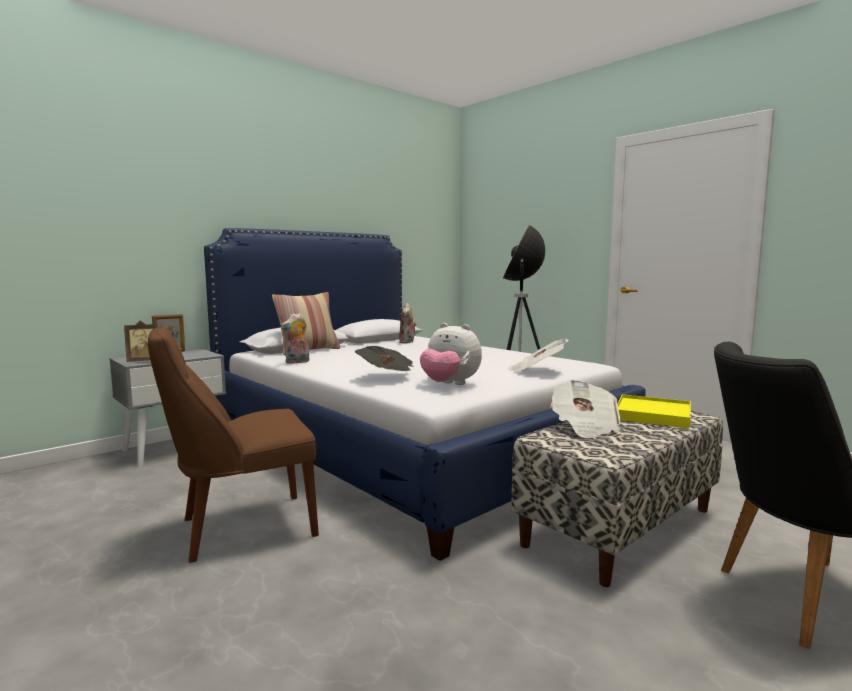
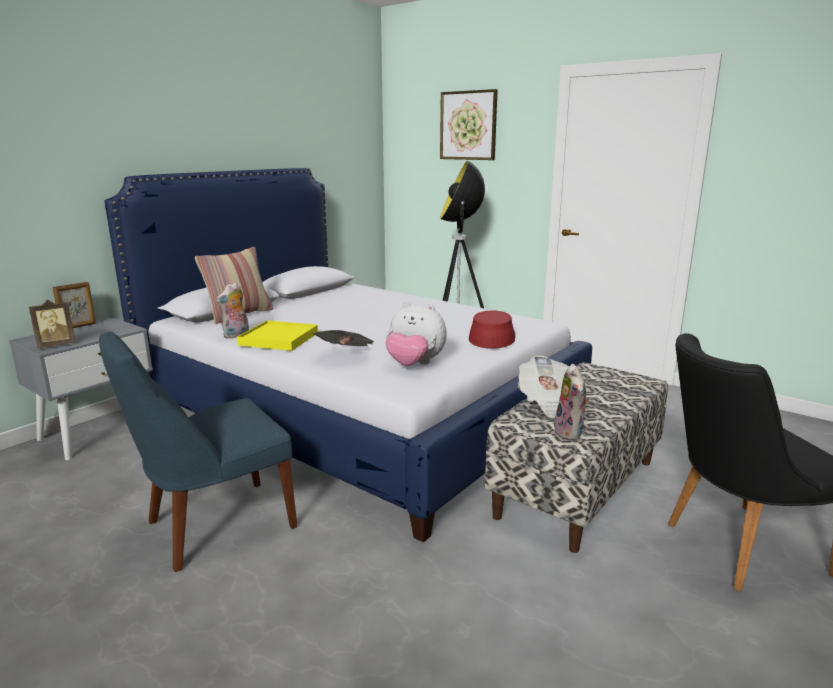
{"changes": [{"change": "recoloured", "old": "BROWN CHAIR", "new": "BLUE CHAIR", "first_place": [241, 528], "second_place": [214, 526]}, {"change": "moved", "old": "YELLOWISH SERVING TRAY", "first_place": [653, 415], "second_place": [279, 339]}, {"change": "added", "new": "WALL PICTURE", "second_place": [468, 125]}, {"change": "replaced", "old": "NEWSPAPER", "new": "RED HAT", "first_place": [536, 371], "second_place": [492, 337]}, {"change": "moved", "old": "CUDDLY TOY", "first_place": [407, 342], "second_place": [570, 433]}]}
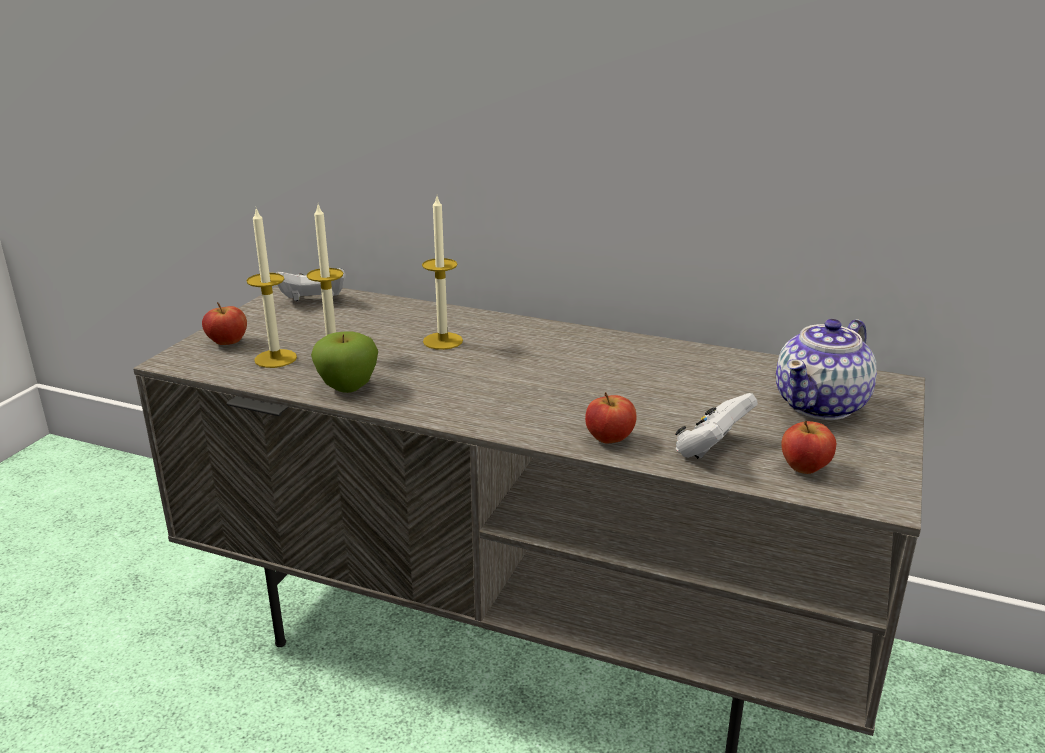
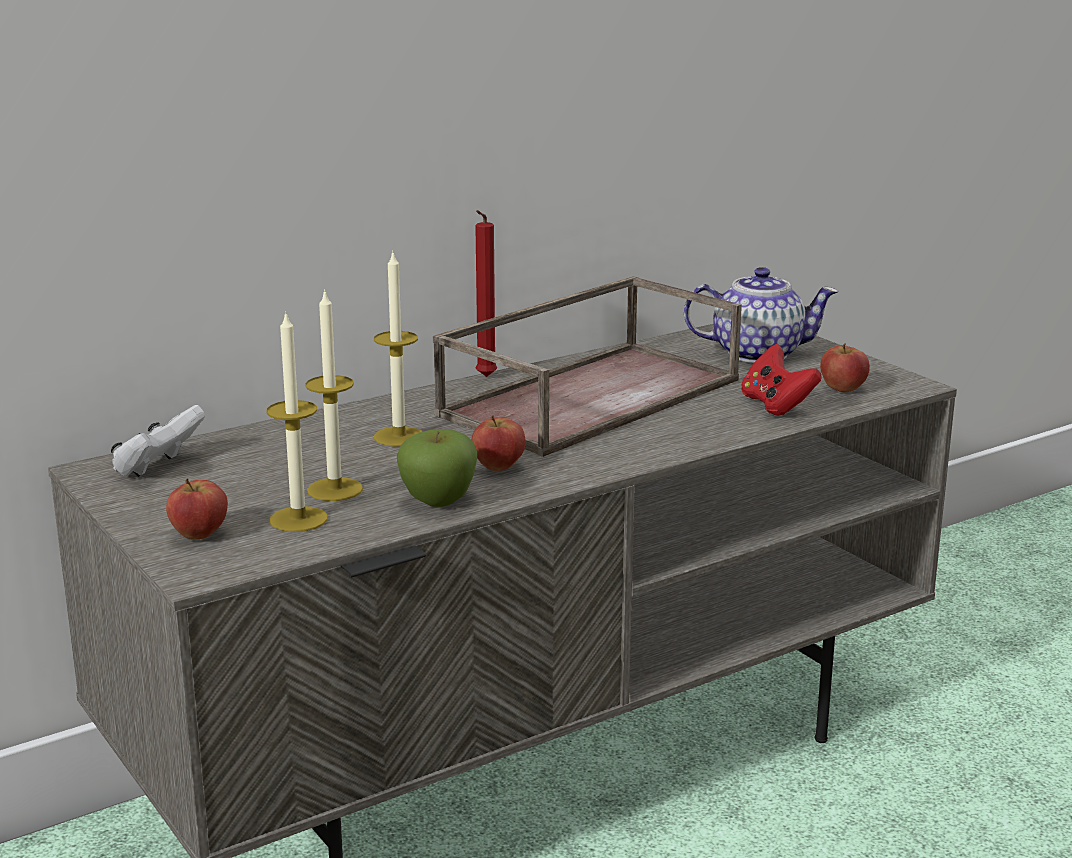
{"changes": [{"change": "added", "new": "BROWN SERVING TRAY", "second_place": [590, 395]}, {"change": "moved", "old": "APPLE FRUIT", "first_place": [609, 439], "second_place": [499, 467]}, {"change": "added", "new": "RED WAX CANDLE", "second_place": [484, 378]}, {"change": "turned", "old": "TEA POT", "first_place": [822, 405], "second_place": [756, 353], "degrees": -75}, {"change": "recoloured", "old": "WHITE-COLOURED GAMEPAD", "new": "RED GAMEPAD", "first_place": [711, 449], "second_place": [776, 405]}]}
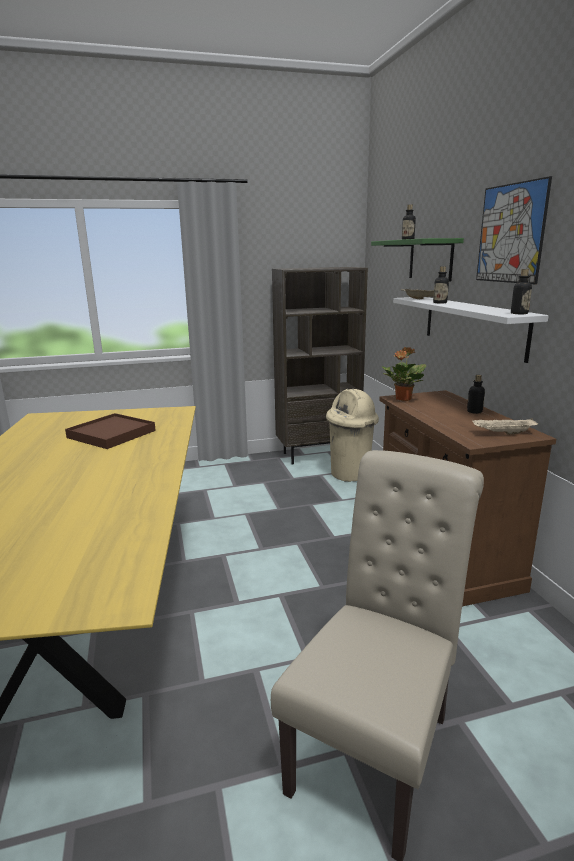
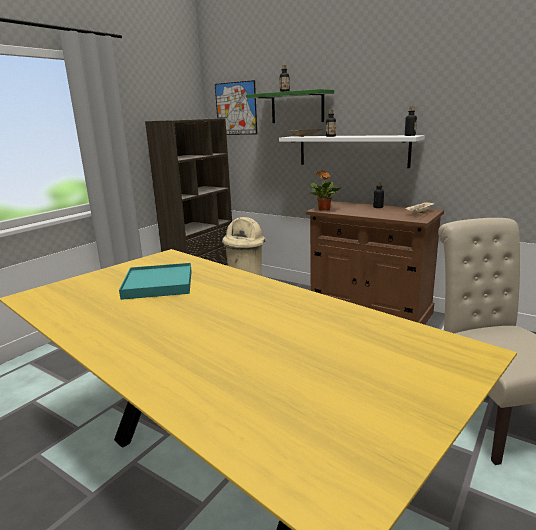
{"changes": [{"change": "recoloured", "old": "BROWN SERVING TRAY", "new": "TURQUOISE SERVING TRAY", "first_place": [111, 434], "second_place": [158, 284]}, {"change": "moved", "old": "WALL PICTURE", "first_place": [510, 233], "second_place": [236, 108]}]}
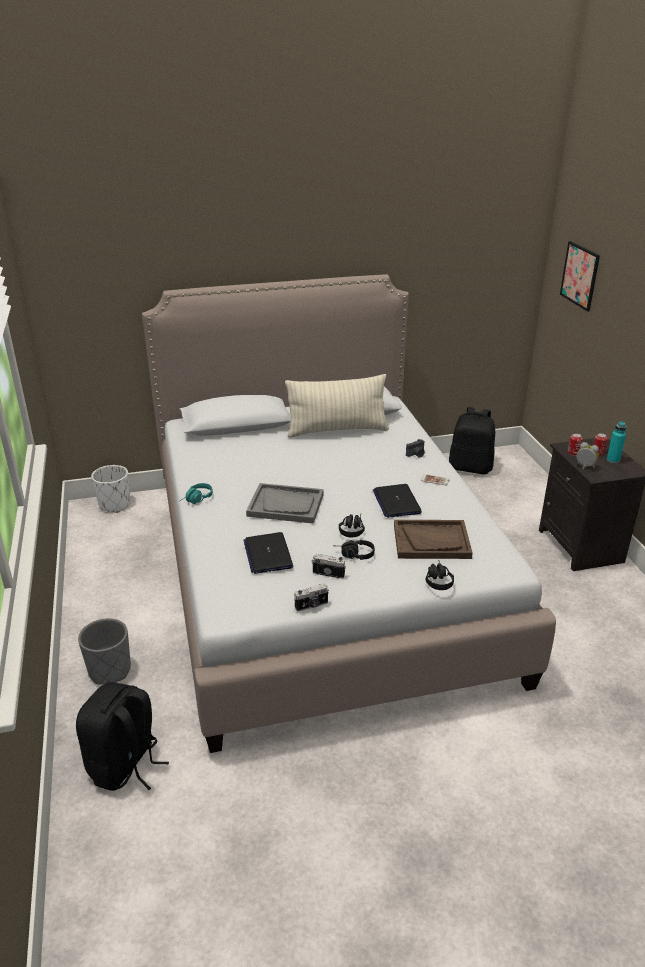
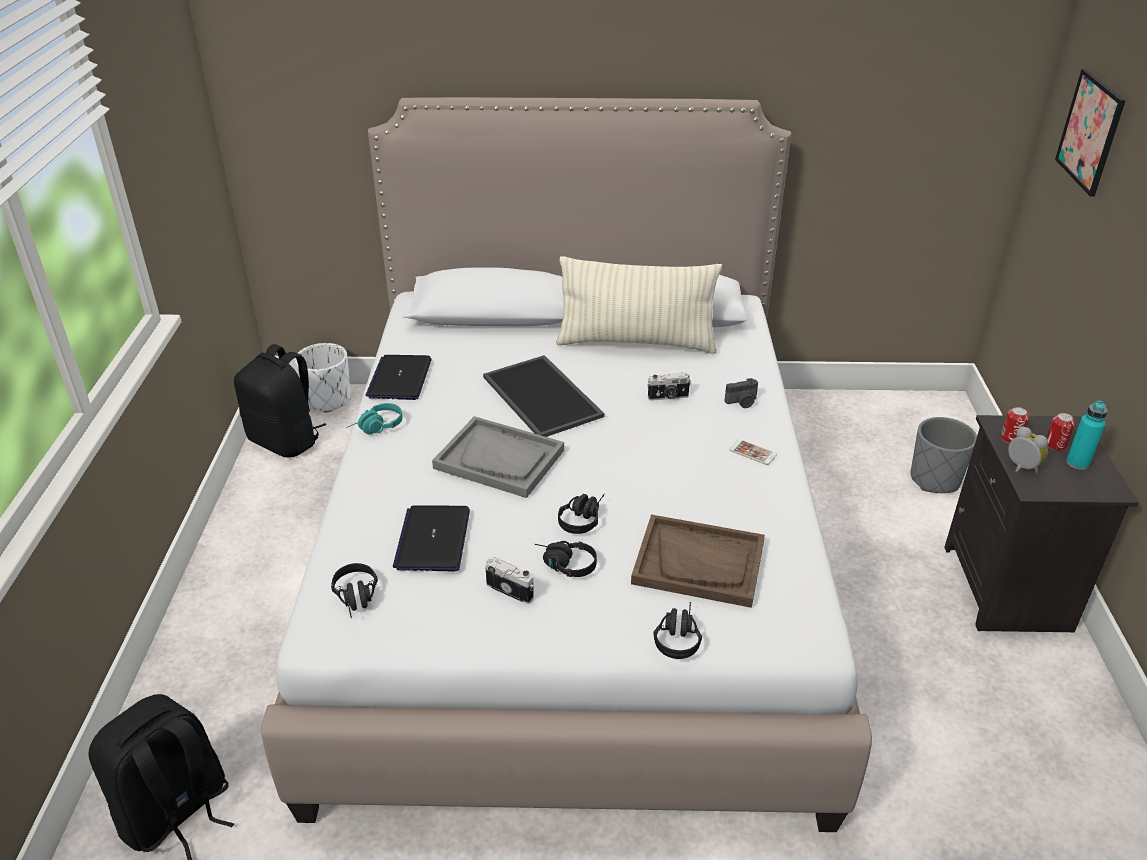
{"changes": [{"change": "moved", "old": "BLACK-COLOURED KNAPSACK", "first_place": [470, 467], "second_place": [286, 441]}, {"change": "added", "new": "BLACK-COLOURED HEADPHONES", "second_place": [357, 599]}, {"change": "moved", "old": "LAPTOP", "first_place": [396, 502], "second_place": [399, 378]}, {"change": "added", "new": "SERVING TRAY", "second_place": [544, 396]}, {"change": "moved", "old": "STILL CAMERA", "first_place": [312, 606], "second_place": [668, 397]}, {"change": "moved", "old": "GRAY PLANT POT", "first_place": [109, 670], "second_place": [934, 479]}]}
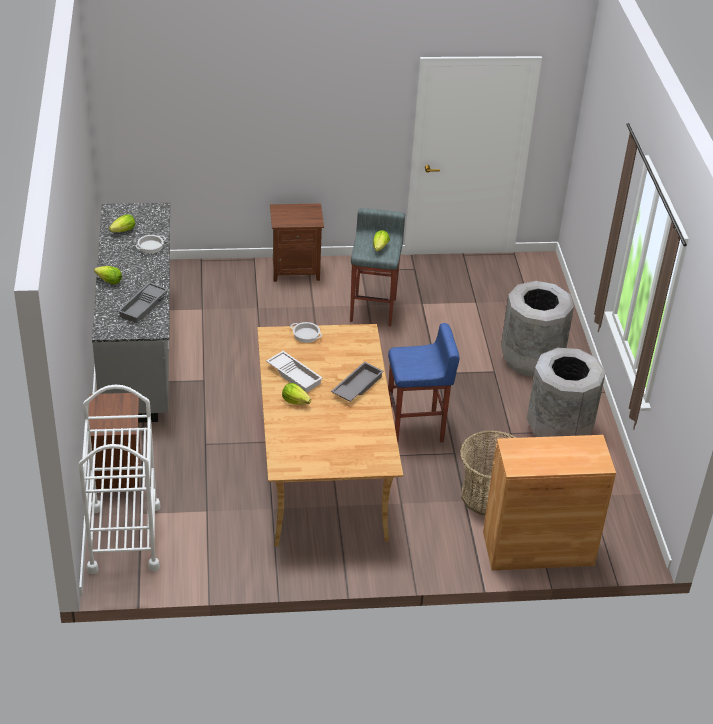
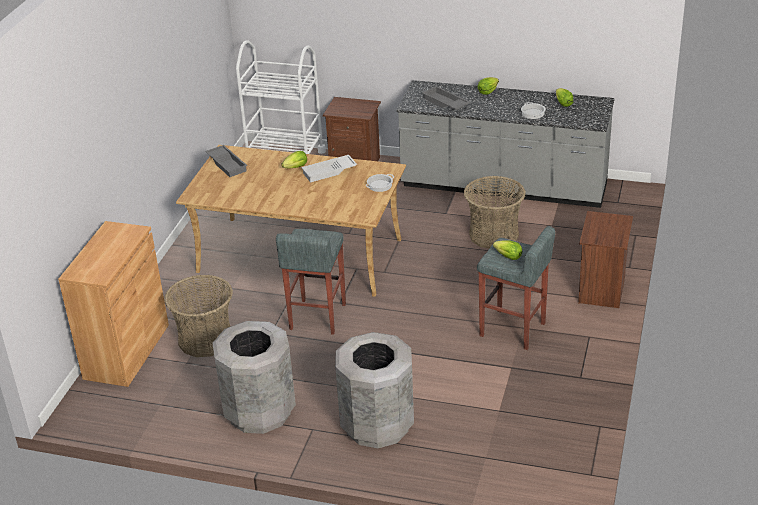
{"changes": [{"change": "moved", "old": "GRAY SERVING TRAY", "first_place": [356, 386], "second_place": [227, 164]}, {"change": "recoloured", "old": "BLUE STOOL SEAT", "new": "GRAY STOOL SEAT", "first_place": [416, 429], "second_place": [317, 317]}, {"change": "added", "new": "BASKET", "second_place": [494, 235]}]}
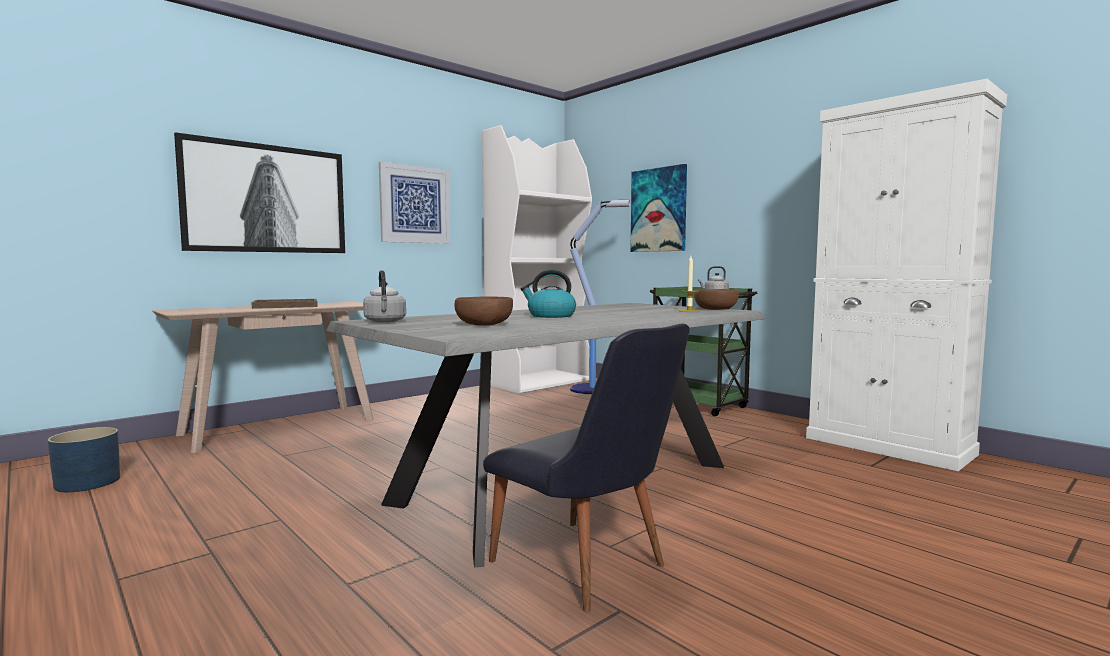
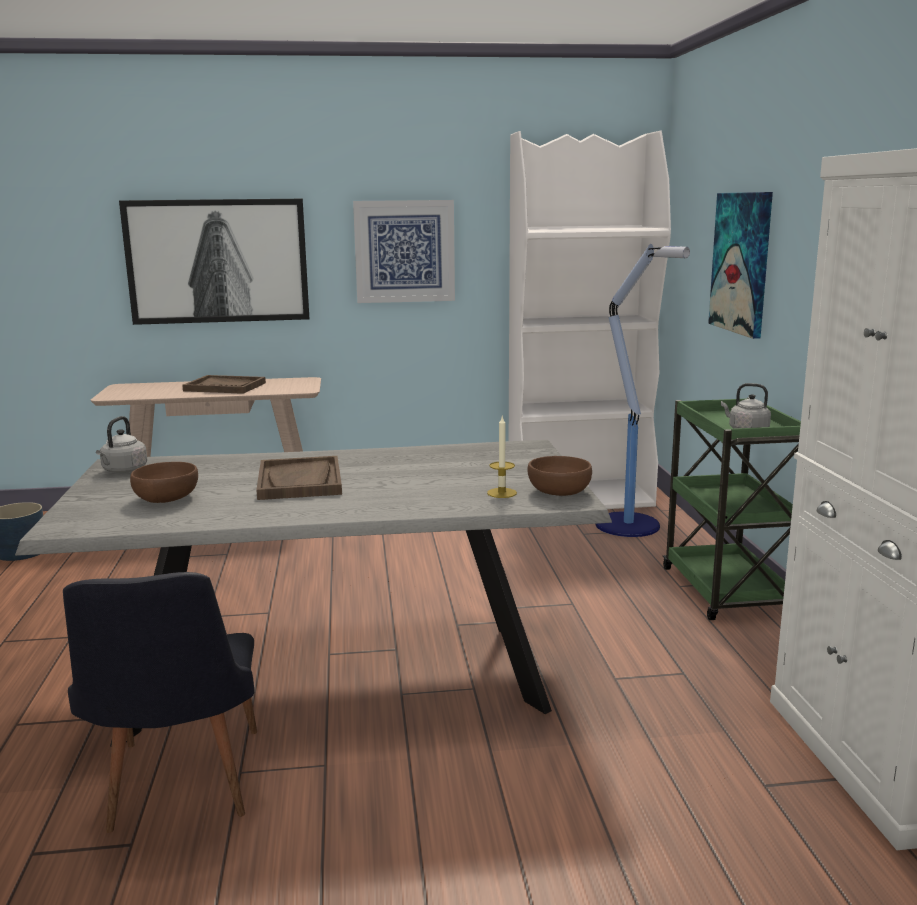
{"changes": [{"change": "replaced", "old": "TEA KETTLE", "new": "BROWN SERVING TRAY", "first_place": [550, 316], "second_place": [300, 481]}]}
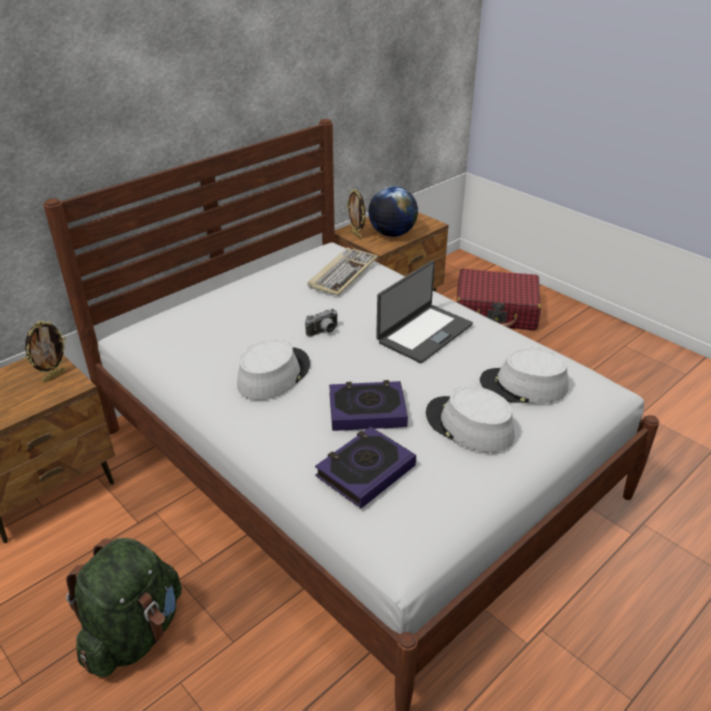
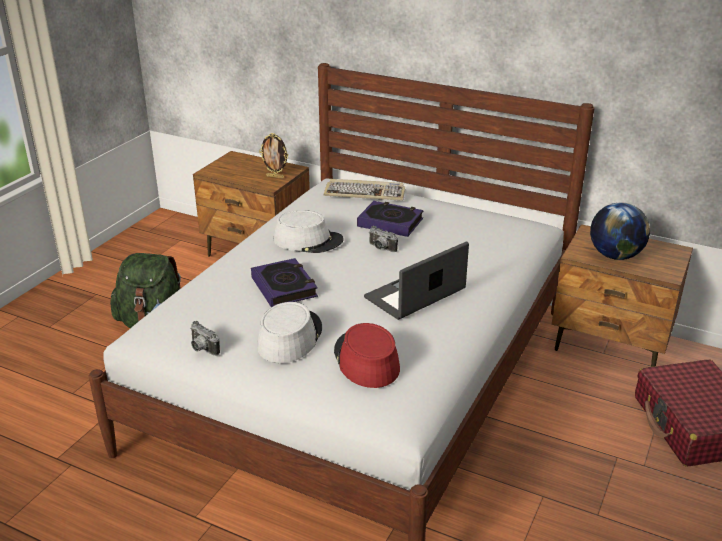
{"changes": [{"change": "added", "new": "STILL CAMERA", "second_place": [202, 349]}, {"change": "moved", "old": "KEYBOARD", "first_place": [343, 273], "second_place": [365, 193]}, {"change": "recoloured", "old": "GRAY HAT", "new": "RED HAT", "first_place": [523, 385], "second_place": [366, 360]}, {"change": "moved", "old": "VOLUME", "first_place": [365, 471], "second_place": [390, 223]}, {"change": "turned", "old": "LAPTOP", "first_place": [424, 333], "second_place": [416, 294], "degrees": 120}, {"change": "removed", "old": "PHOTO FRAME", "first_place": [356, 235]}]}
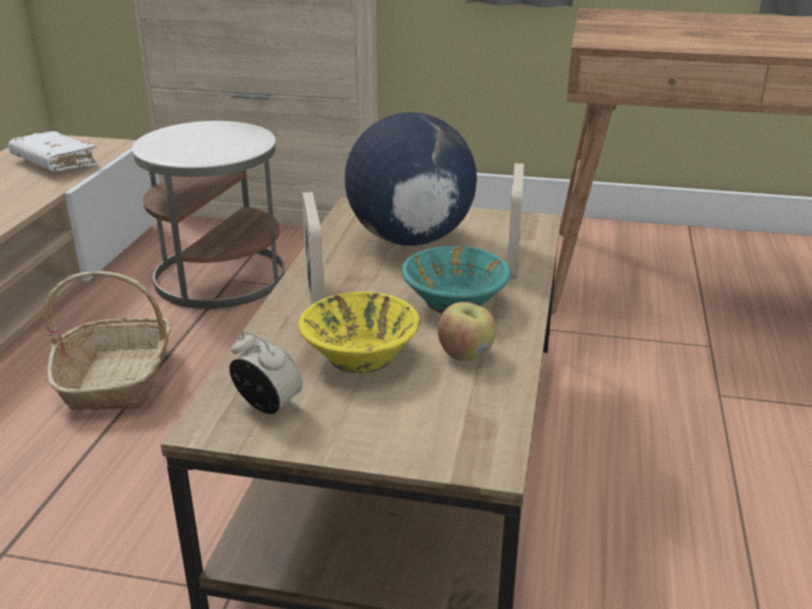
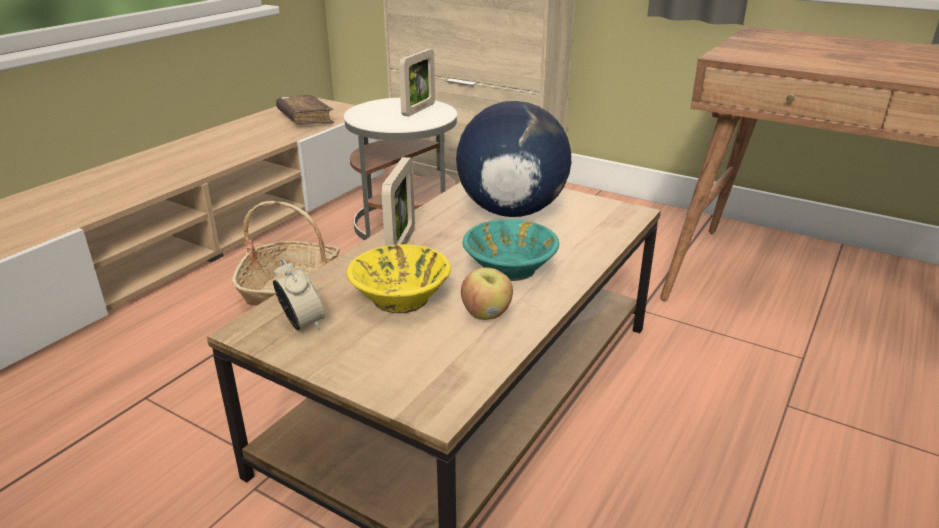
{"changes": [{"change": "recoloured", "old": "WHITE-COLOURED VOLUME", "new": "BROWN VOLUME", "first_place": [55, 163], "second_place": [305, 119]}, {"change": "moved", "old": "PHOTO FRAME", "first_place": [512, 261], "second_place": [418, 109]}]}
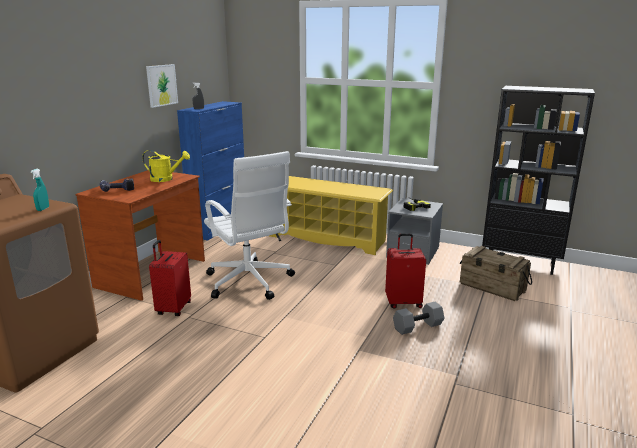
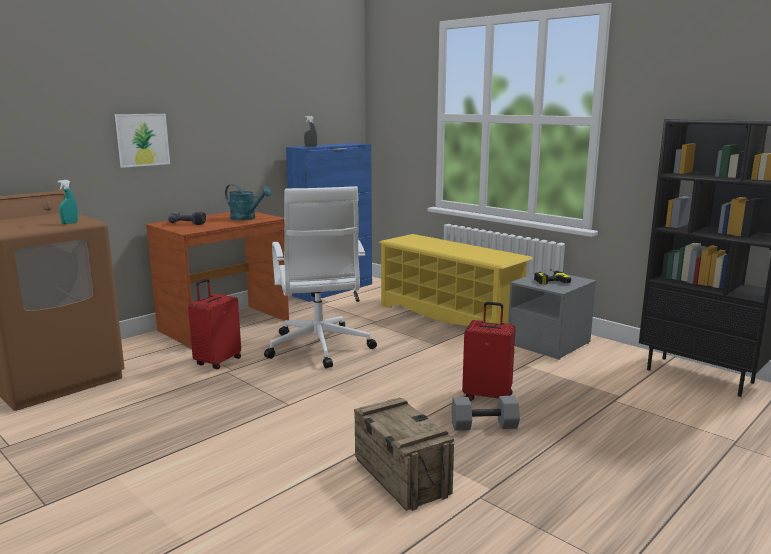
{"changes": [{"change": "moved", "old": "WALL PICTURE", "first_place": [161, 85], "second_place": [142, 140]}, {"change": "recoloured", "old": "YELLOWISH WATERING POT", "new": "TURQUOISE WATERING POT", "first_place": [166, 179], "second_place": [247, 218]}, {"change": "moved", "old": "CRATE", "first_place": [492, 287], "second_place": [400, 476]}]}
